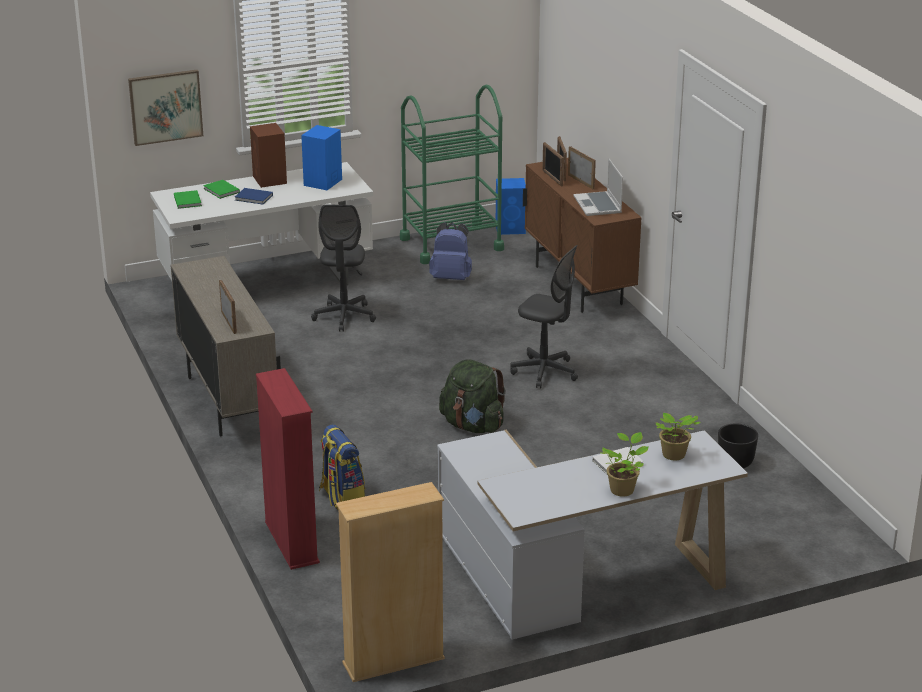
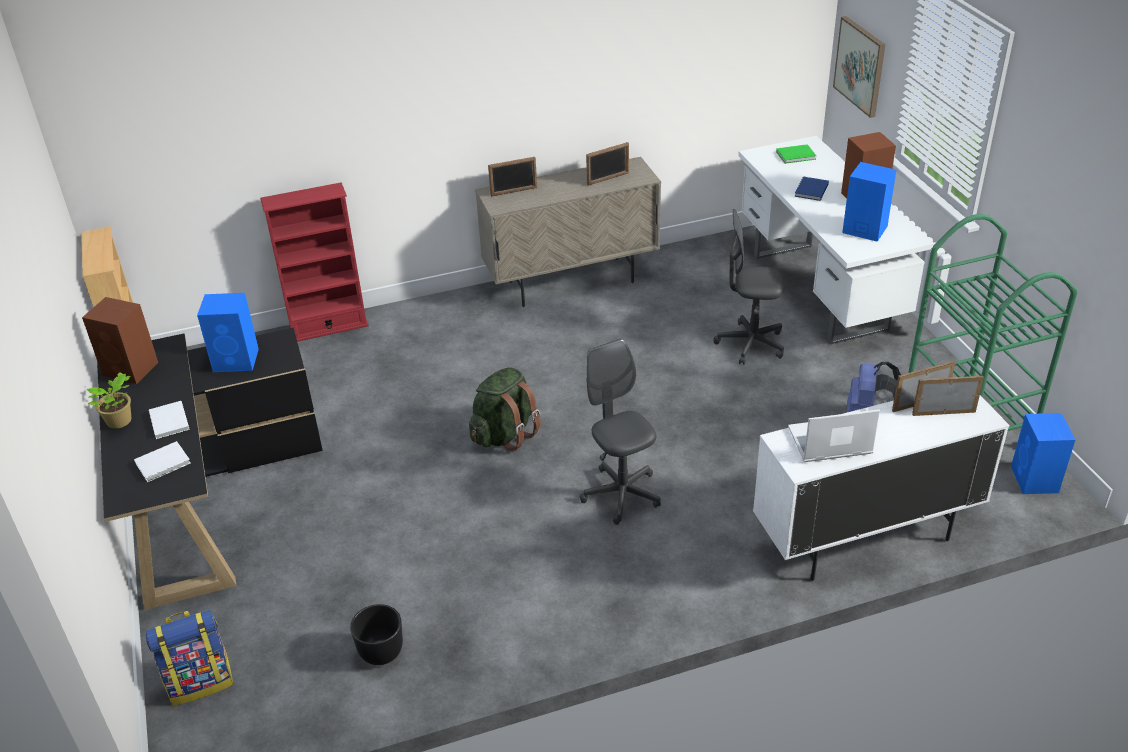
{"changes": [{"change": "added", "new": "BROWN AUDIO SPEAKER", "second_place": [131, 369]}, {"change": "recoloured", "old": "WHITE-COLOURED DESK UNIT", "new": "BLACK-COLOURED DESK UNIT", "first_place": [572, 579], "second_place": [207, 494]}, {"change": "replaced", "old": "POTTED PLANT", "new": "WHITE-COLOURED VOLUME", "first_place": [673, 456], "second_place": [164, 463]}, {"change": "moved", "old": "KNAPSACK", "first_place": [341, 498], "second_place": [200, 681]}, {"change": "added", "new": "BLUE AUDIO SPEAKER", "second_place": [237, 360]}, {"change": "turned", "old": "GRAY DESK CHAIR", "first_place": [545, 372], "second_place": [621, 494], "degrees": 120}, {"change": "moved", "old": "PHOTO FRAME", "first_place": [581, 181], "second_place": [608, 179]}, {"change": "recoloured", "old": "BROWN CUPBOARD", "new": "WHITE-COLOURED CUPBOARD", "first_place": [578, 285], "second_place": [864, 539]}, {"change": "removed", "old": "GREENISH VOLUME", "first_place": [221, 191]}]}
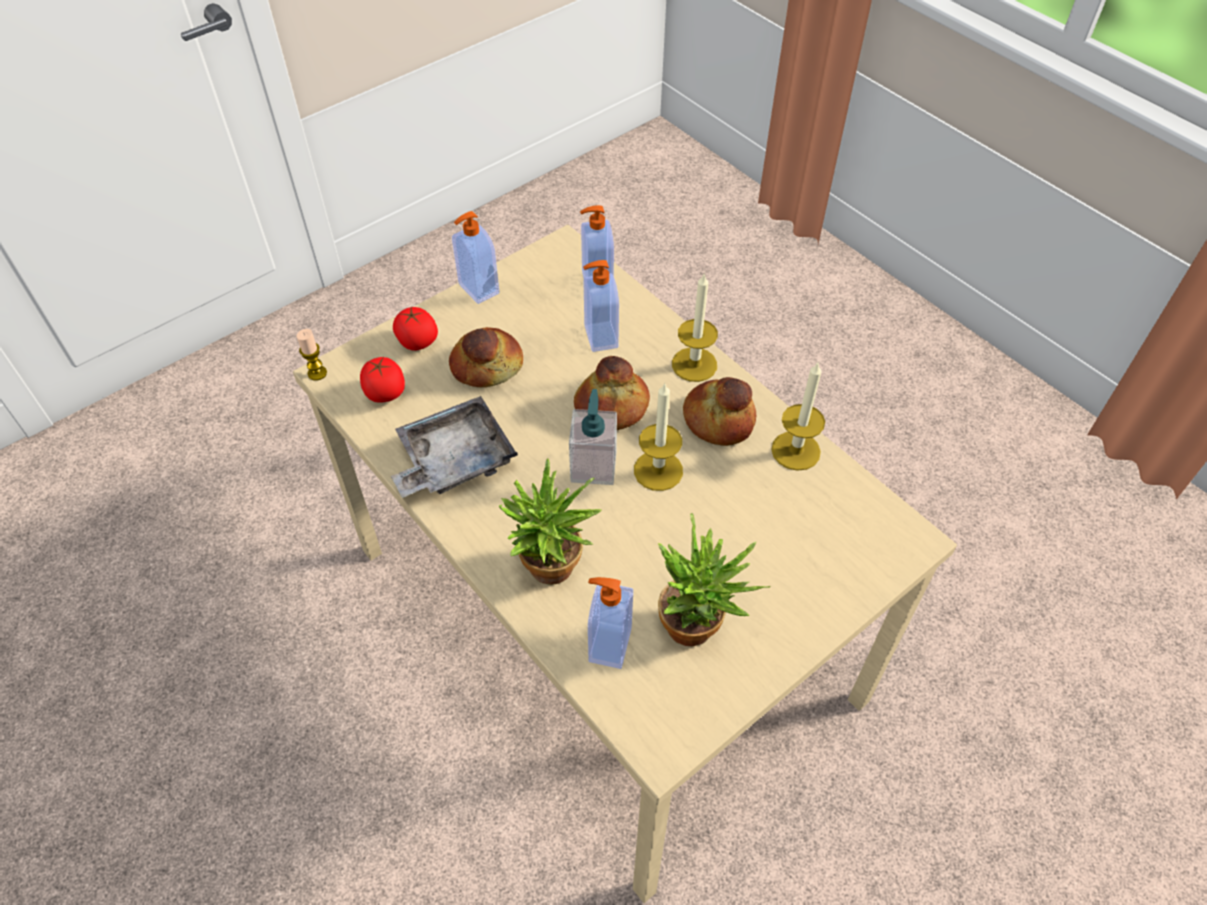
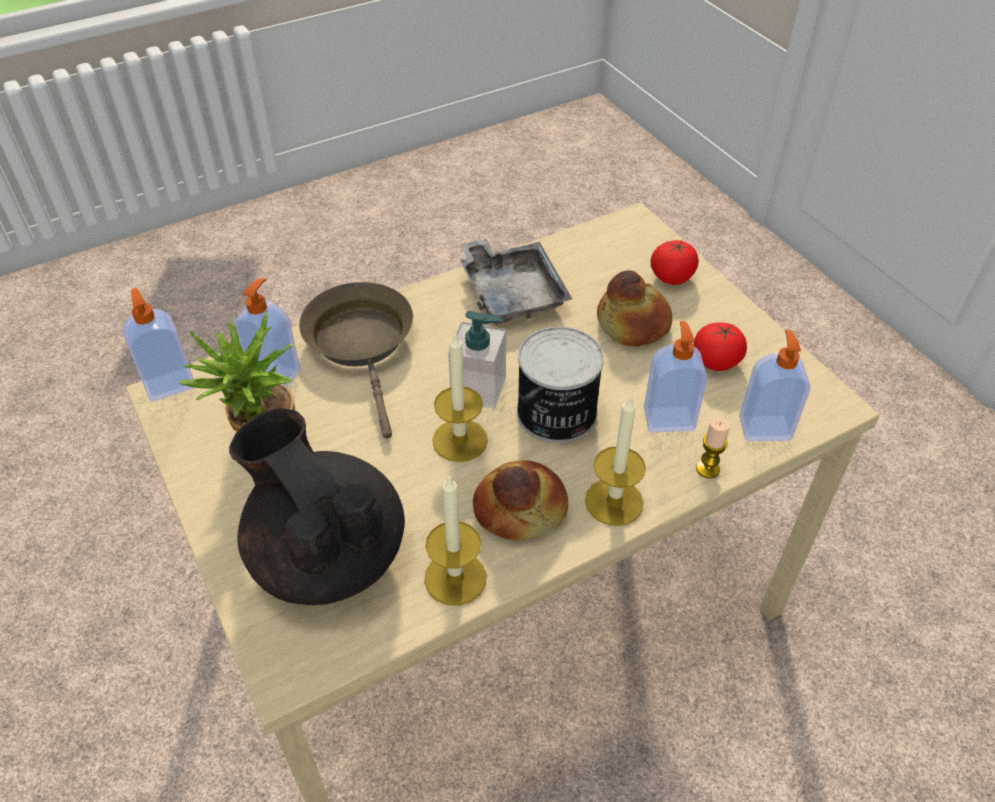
{"changes": [{"change": "moved", "old": "SOAP BOTTLE", "first_place": [477, 289], "second_place": [169, 383]}, {"change": "added", "new": "BLACK-COLOURED TEA POT", "second_place": [327, 554]}, {"change": "replaced", "old": "POTTED PLANT", "new": "BROWN SKILLET", "first_place": [550, 574], "second_place": [362, 344]}, {"change": "replaced", "old": "BAKED BREAD", "new": "SEALED CAN", "first_place": [612, 408], "second_place": [556, 414]}, {"change": "moved", "old": "WHOLE TOMATO", "first_place": [385, 392], "second_place": [716, 361]}, {"change": "moved", "old": "WAX CANDLE", "first_place": [317, 373], "second_place": [707, 469]}]}
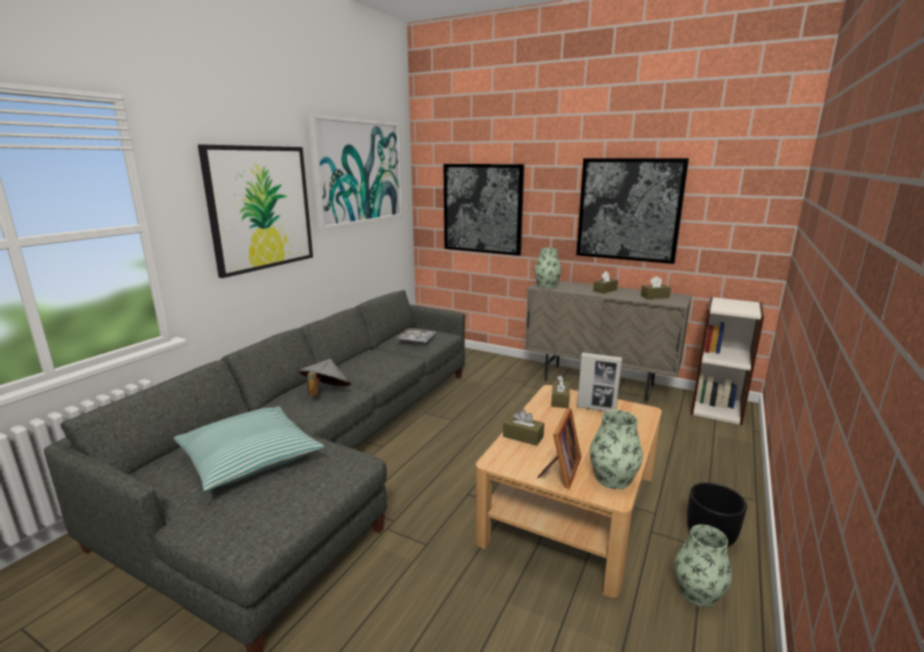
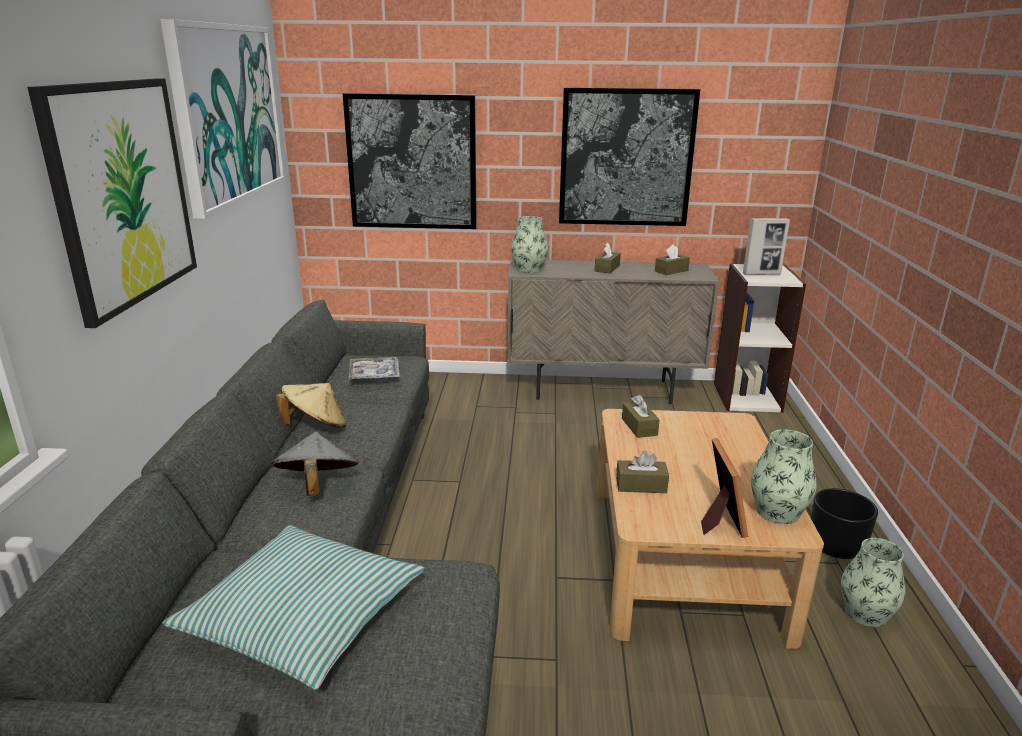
{"changes": [{"change": "added", "new": "BEIGE HAT", "second_place": [316, 427]}, {"change": "moved", "old": "PHOTO FRAME", "first_place": [596, 408], "second_place": [761, 274]}]}
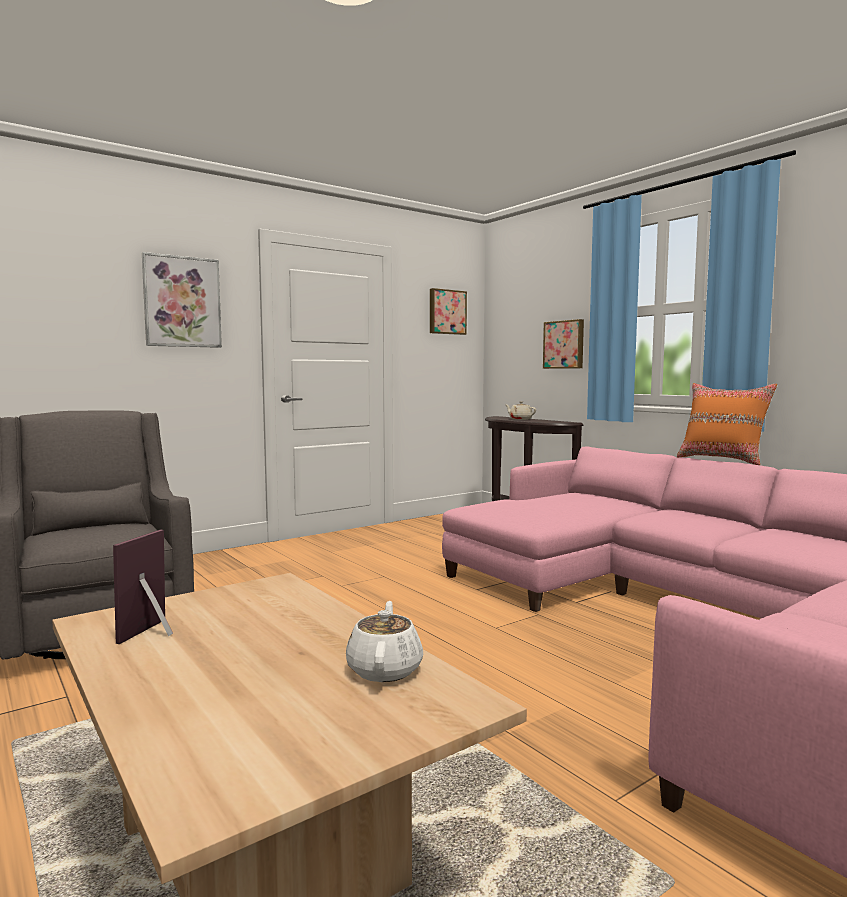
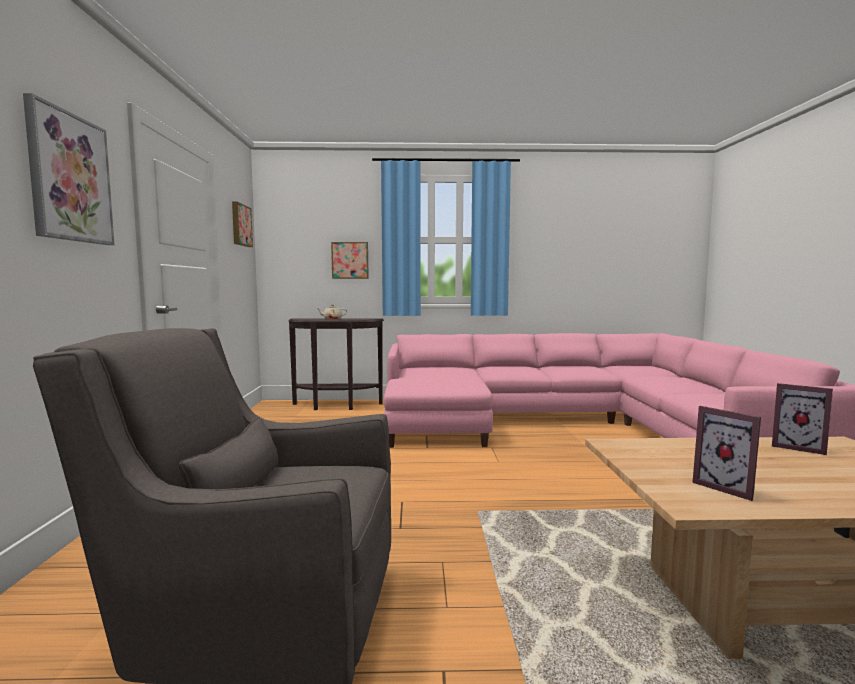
{"changes": [{"change": "replaced", "old": "WHITE-COLOURED TEA POT", "new": "PHOTO FRAME", "first_place": [385, 669], "second_place": [798, 447]}, {"change": "removed", "old": "ORANGE-COLOURED THROW PILLOW", "first_place": [722, 460]}]}
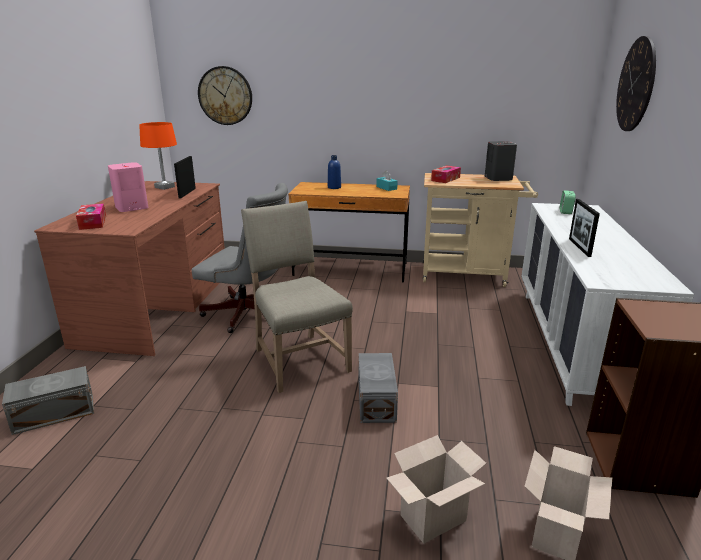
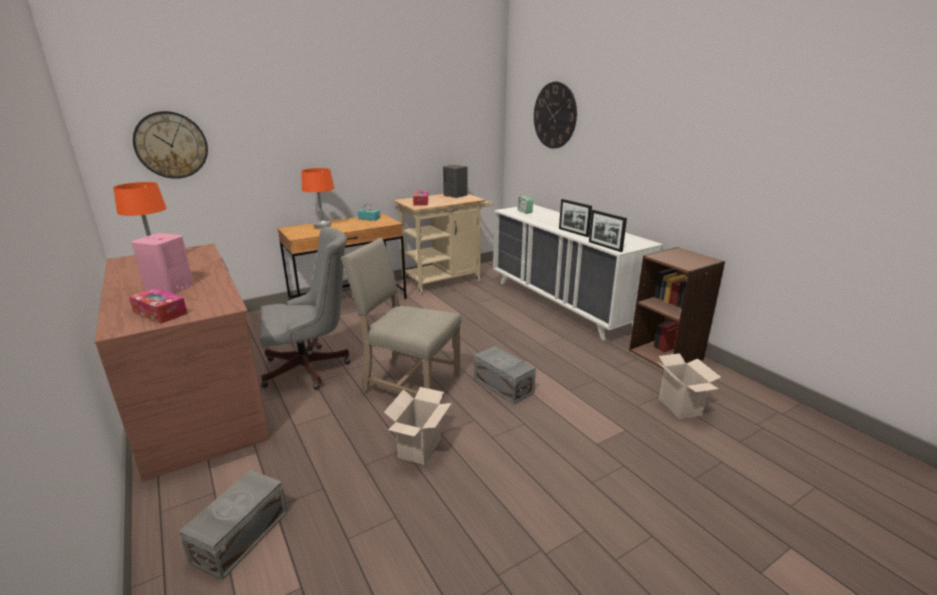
{"changes": [{"change": "replaced", "old": "BLUE BOTTLE", "new": "ORANGE-COLOURED TABLE LAMP", "first_place": [334, 187], "second_place": [322, 227]}, {"change": "moved", "old": "CARTON", "first_place": [432, 520], "second_place": [420, 449]}, {"change": "moved", "old": "PHOTO FRAME", "first_place": [187, 193], "second_place": [605, 246]}]}
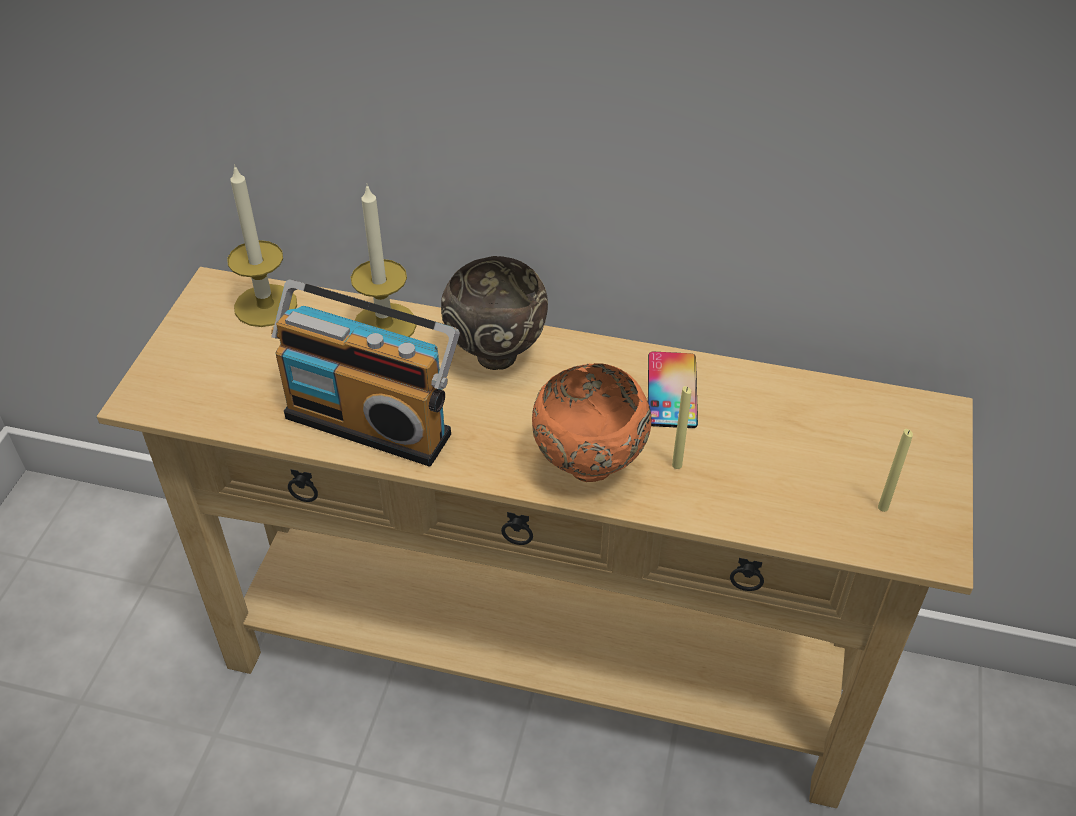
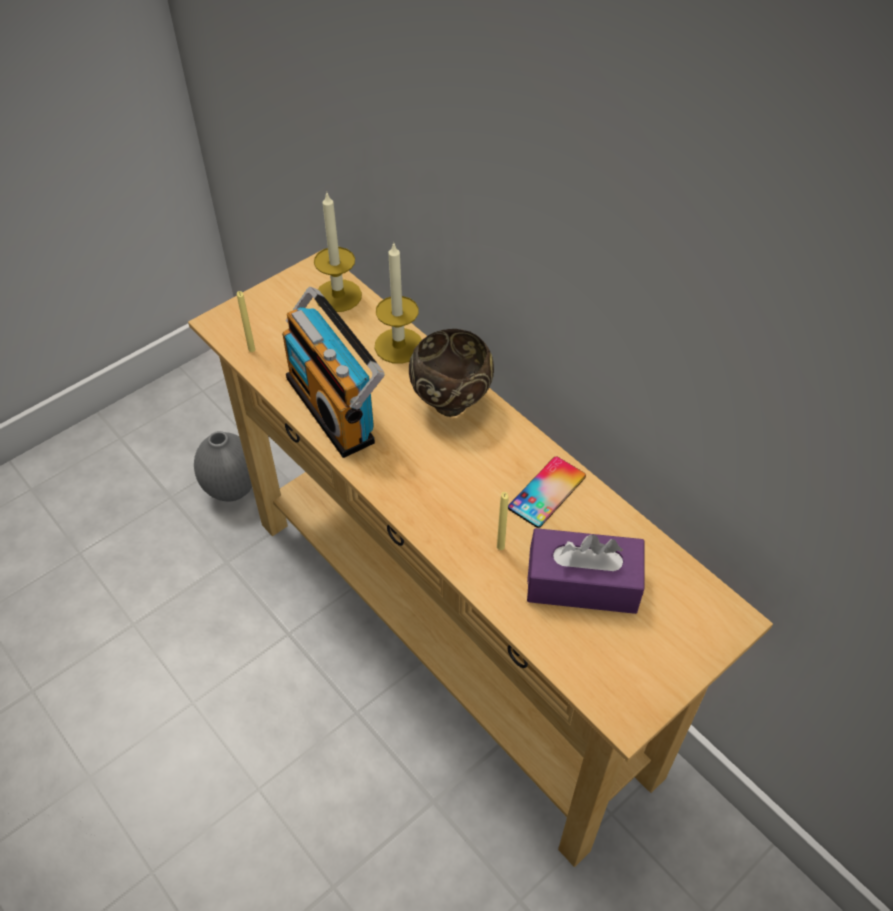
{"changes": [{"change": "added", "new": "GRAY FLOWER VASE", "second_place": [233, 489]}, {"change": "moved", "old": "YELLOWISH WAX CANDLE", "first_place": [883, 507], "second_place": [251, 349]}, {"change": "added", "new": "PURPLISH BOX OF TISSUES", "second_place": [582, 583]}, {"change": "removed", "old": "ORANGE-COLOURED SERVING BOWL", "first_place": [587, 468]}]}
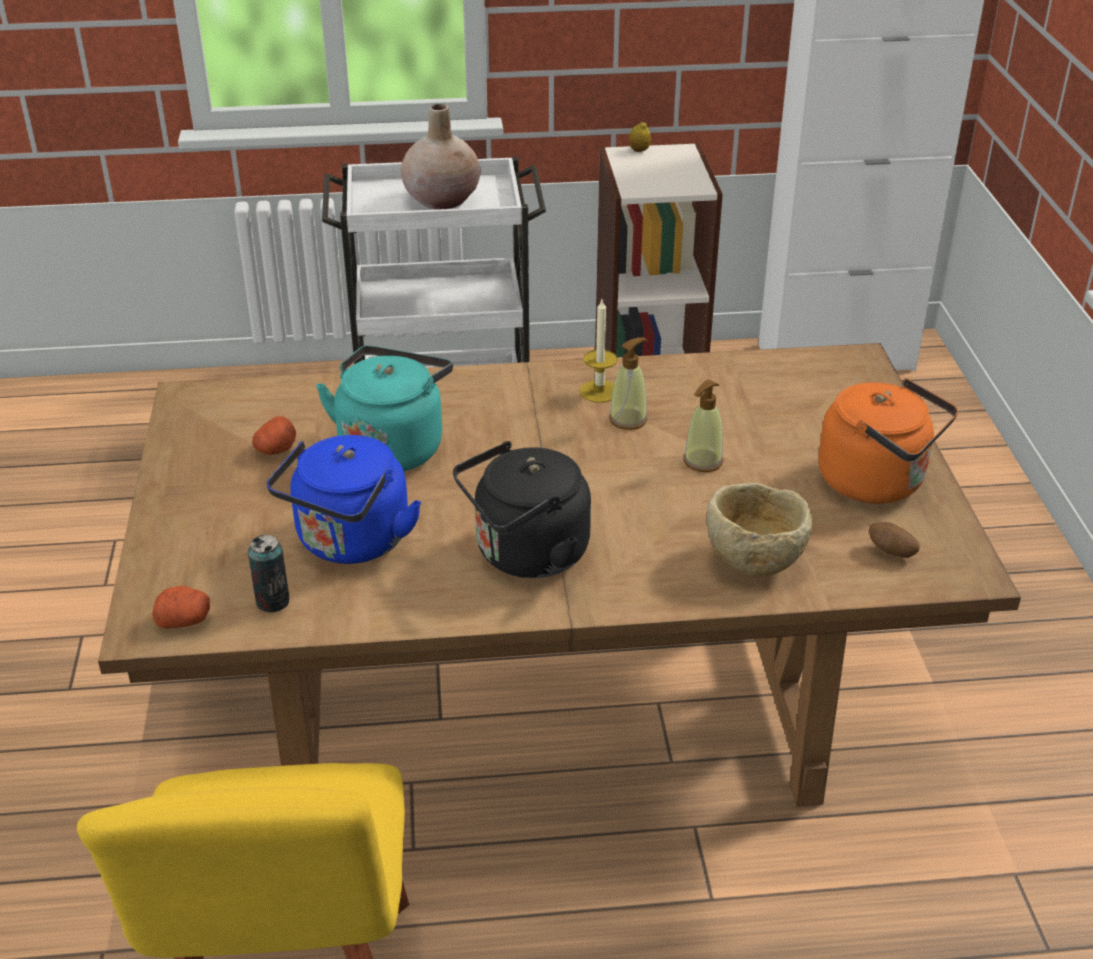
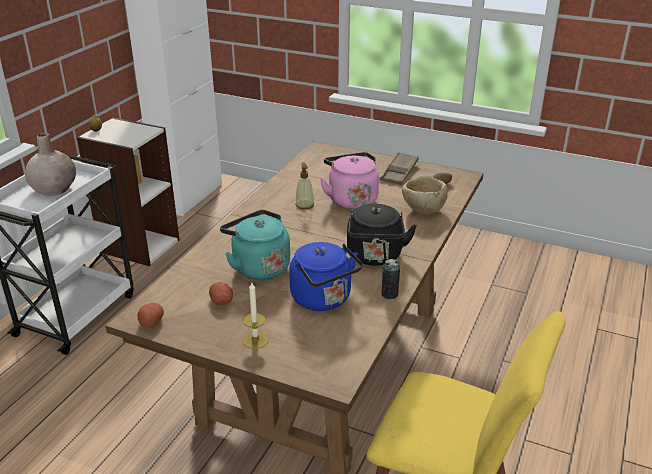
{"changes": [{"change": "moved", "old": "WHOLE POTATO", "first_place": [184, 620], "second_place": [151, 321]}, {"change": "moved", "old": "WAX CANDLE", "first_place": [599, 391], "second_place": [255, 340]}, {"change": "replaced", "old": "SOAP BOTTLE", "new": "PINK-COLOURED TEA KETTLE", "first_place": [702, 461], "second_place": [351, 199]}, {"change": "replaced", "old": "ORANGE-COLOURED TEA KETTLE", "new": "BROWN SERVING TRAY", "first_place": [877, 482], "second_place": [399, 172]}, {"change": "moved", "old": "SEALED CAN", "first_place": [272, 601], "second_place": [389, 294]}]}
